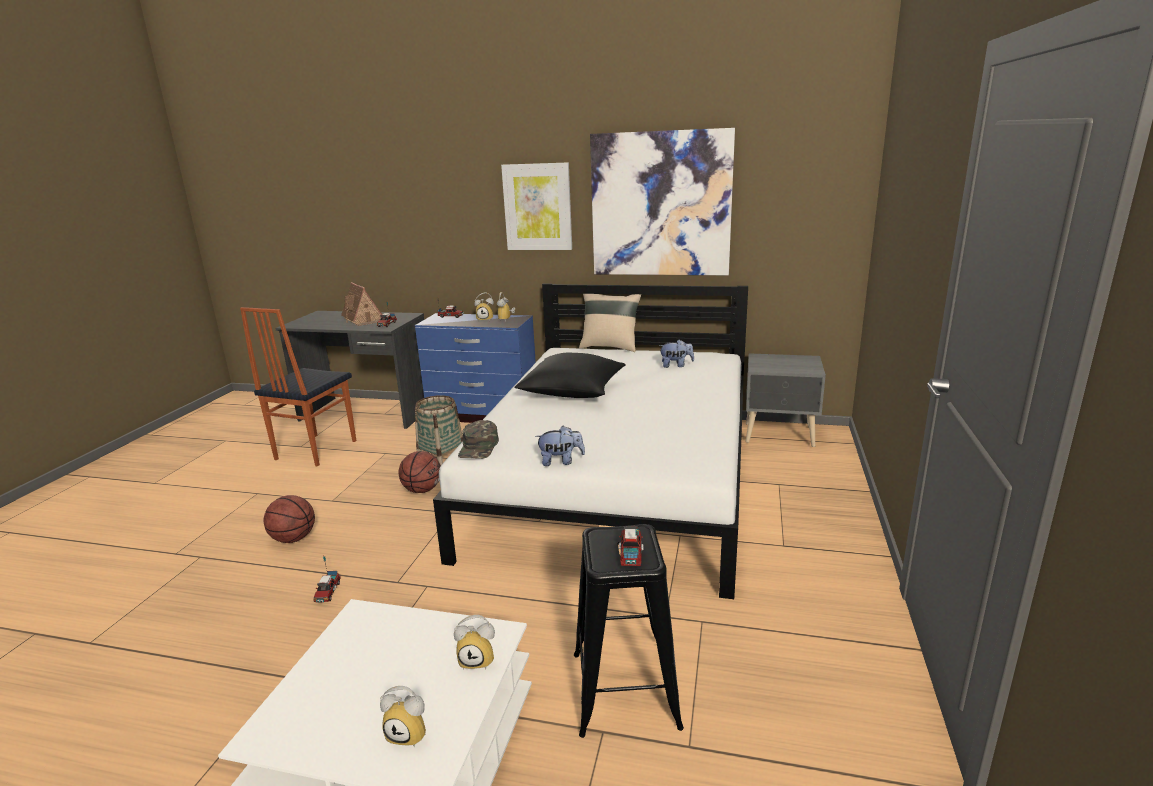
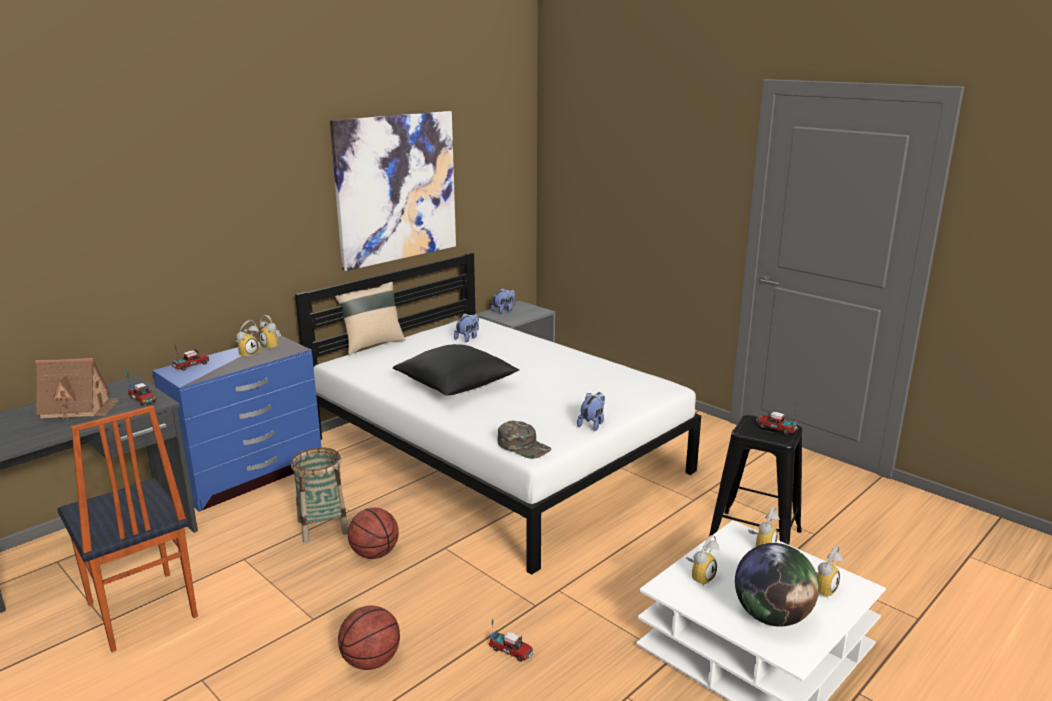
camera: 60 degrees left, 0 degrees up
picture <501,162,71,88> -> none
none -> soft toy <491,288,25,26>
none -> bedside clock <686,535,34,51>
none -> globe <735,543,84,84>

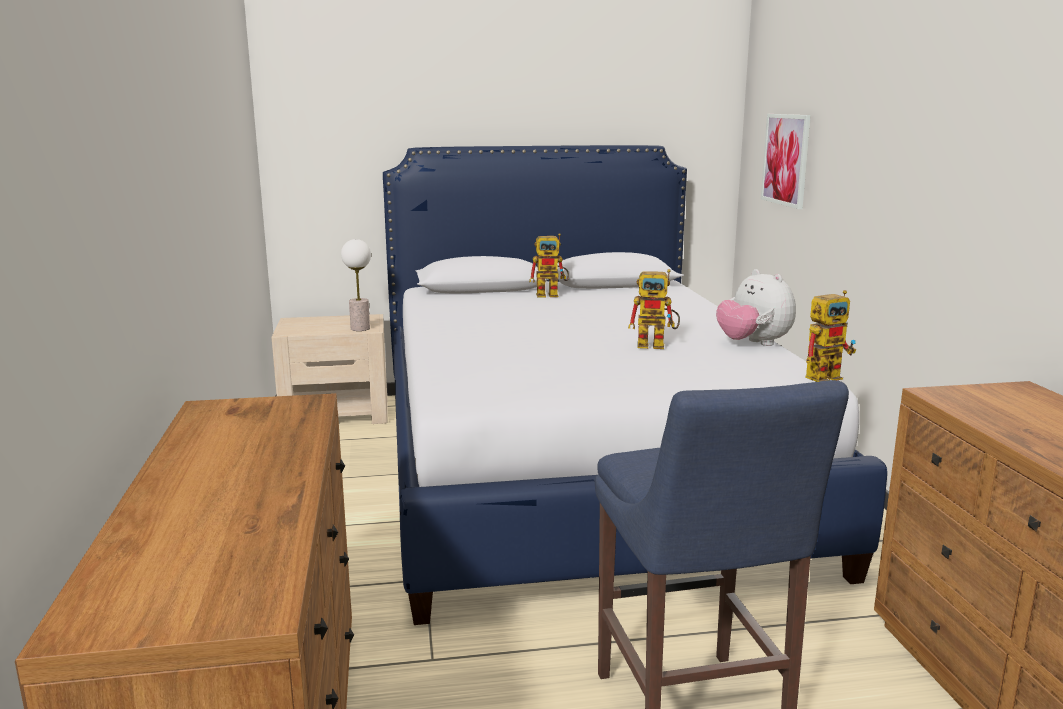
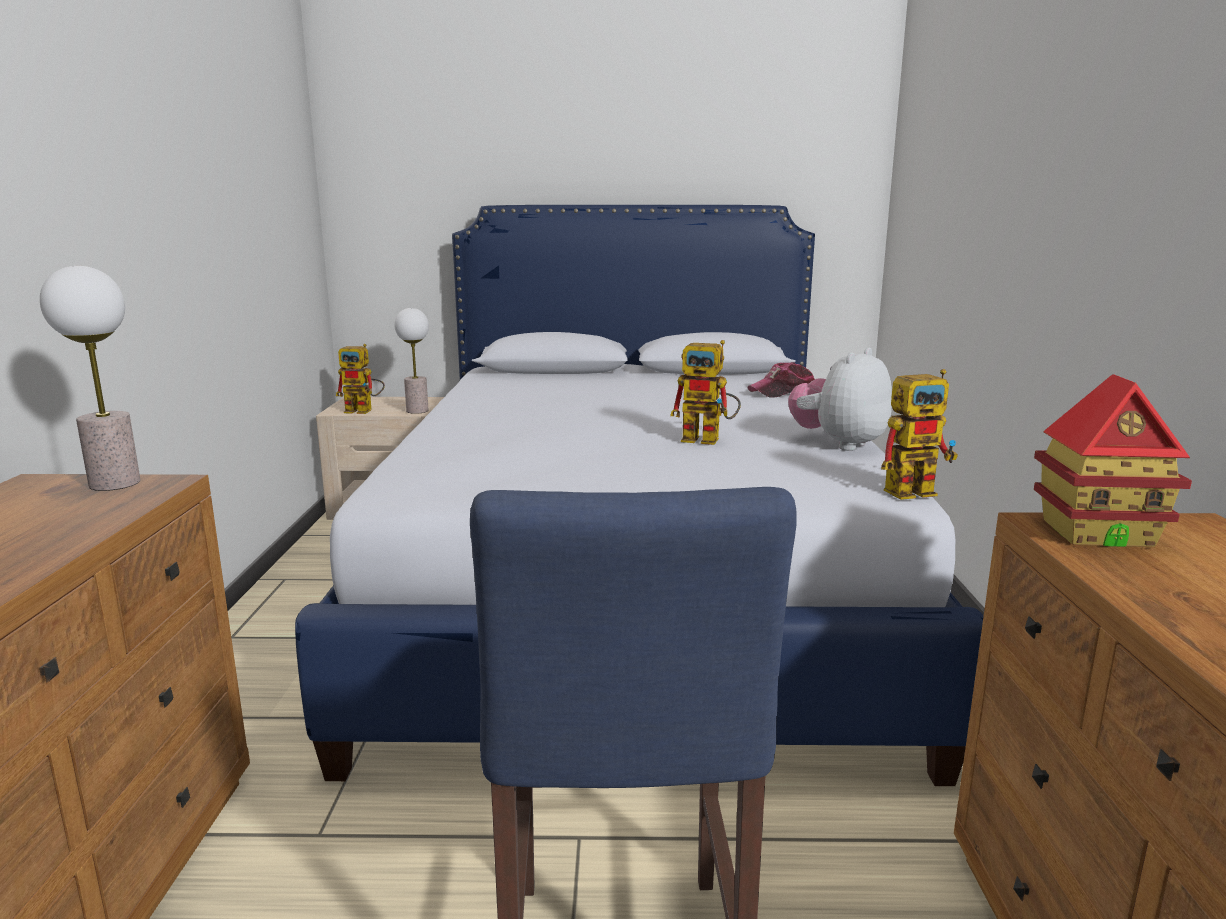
camera: 10 degrees right, 0 degrees up
robot figure <529,233,40,65> -> robot figure <336,344,49,70>, move
soft toy <716,269,80,77> -> soft toy <788,347,104,104>, 60 degrees clockwise
picture <761,114,50,95> -> none
none -> lamp for a table <40,266,101,225>
none -> cap <747,362,68,36>
none -> toy house <1034,374,158,173>

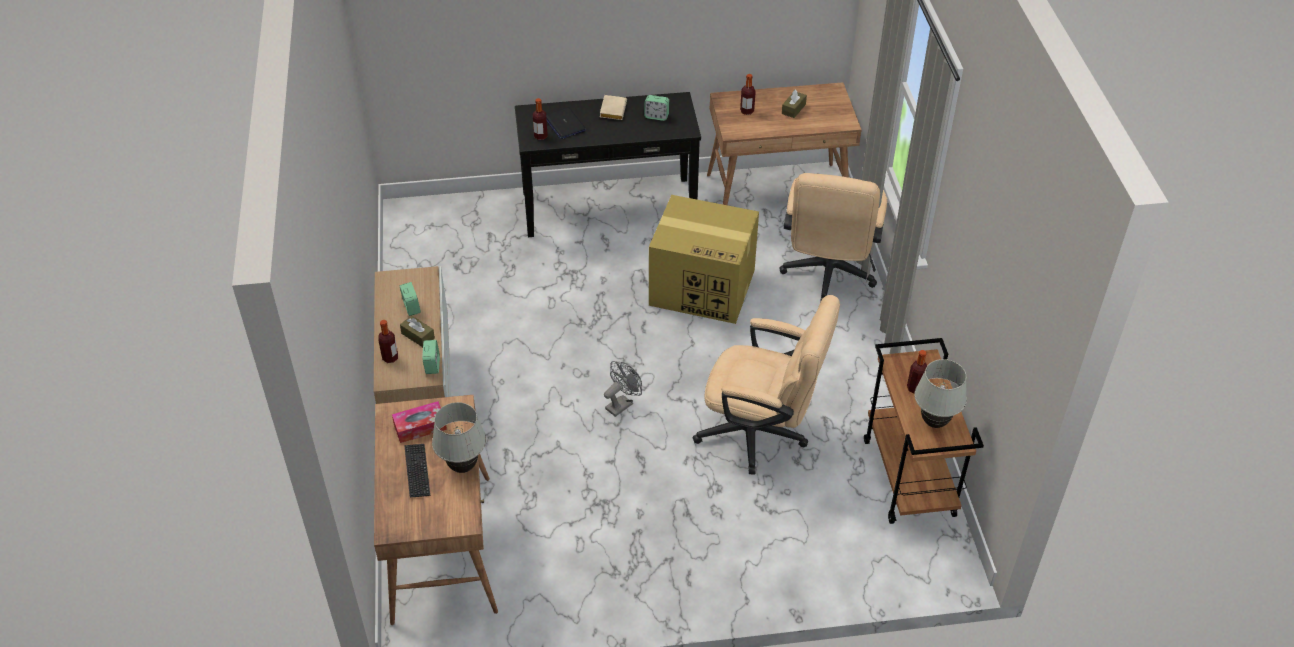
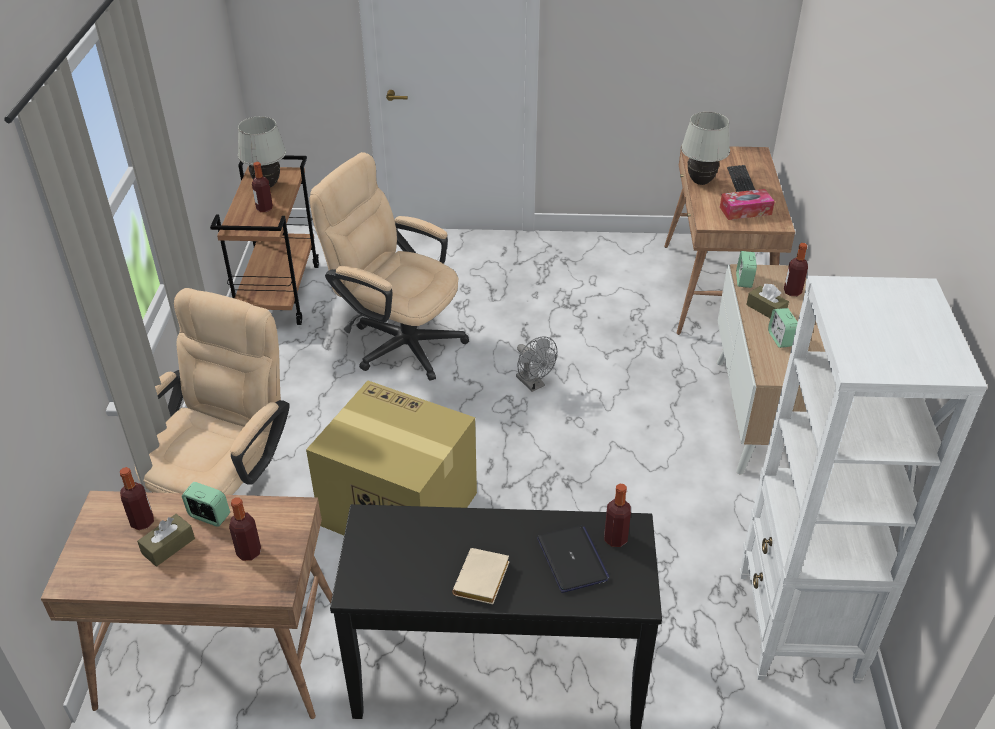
camera: 170 degrees left, 5 degrees down
gray electric fan <604,361,38,56> -> gray electric fan <516,336,41,56>, 90 degrees counterclockwise
bedside clock <644,95,25,26> -> bedside clock <182,482,48,45>, move
none -> drink bottle <120,467,34,63>
none -> white-coloured shelving unit <740,276,247,408>

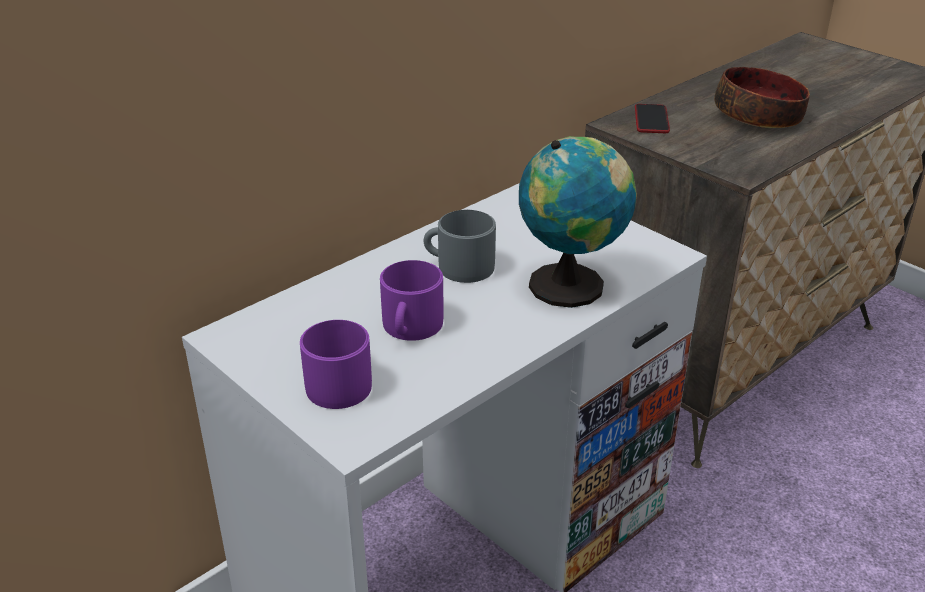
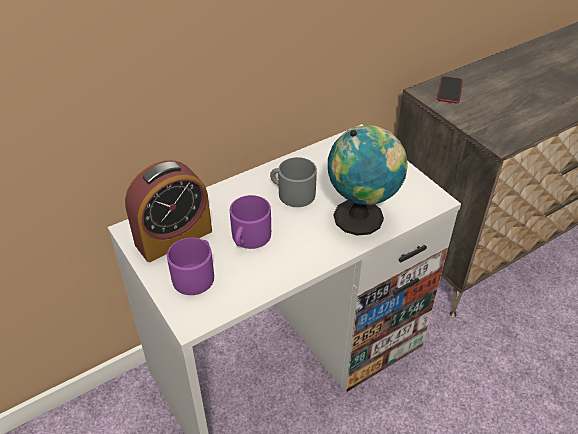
camera: 10 degrees right, 10 degrees up
deep dish <714,67,96,61> -> none
none -> bedside clock <125,160,87,102>

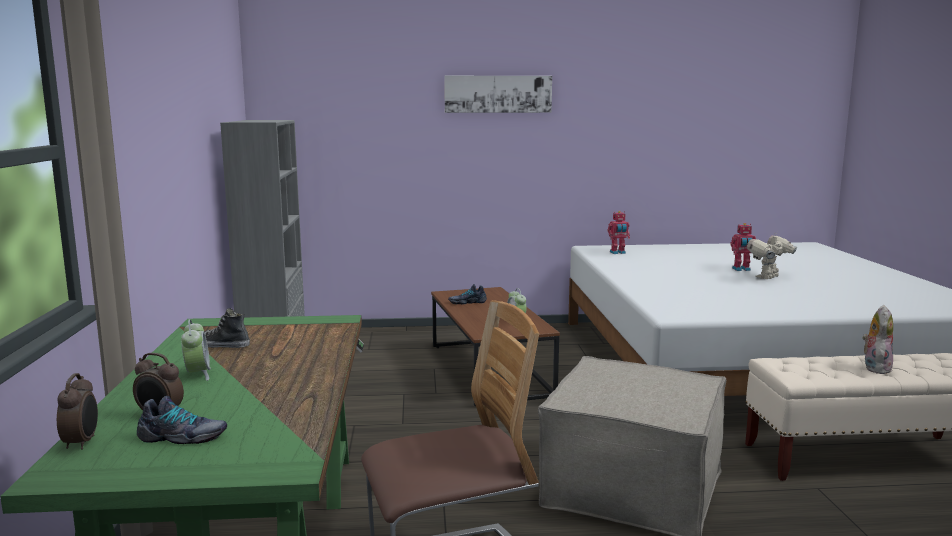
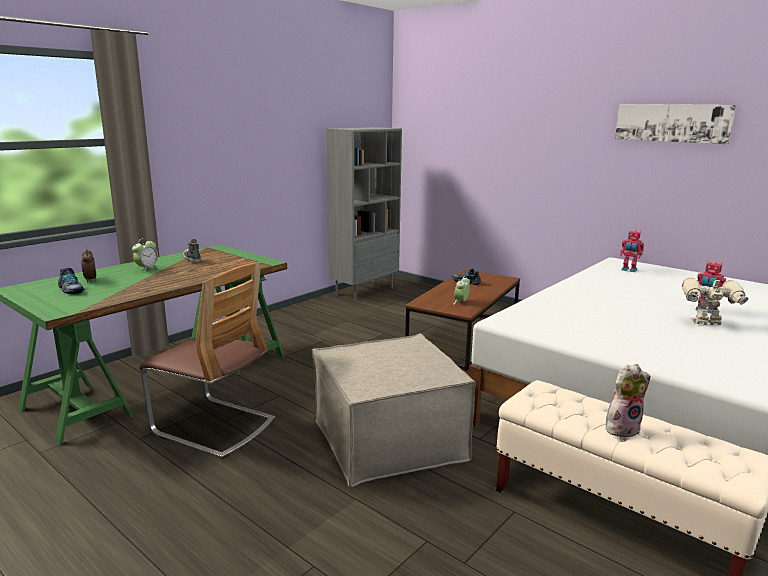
camera: 45 degrees right, 5 degrees up
bedside clock <57,373,41,77> -> none
picture <444,76,108,37> -> picture <615,104,121,40>, move

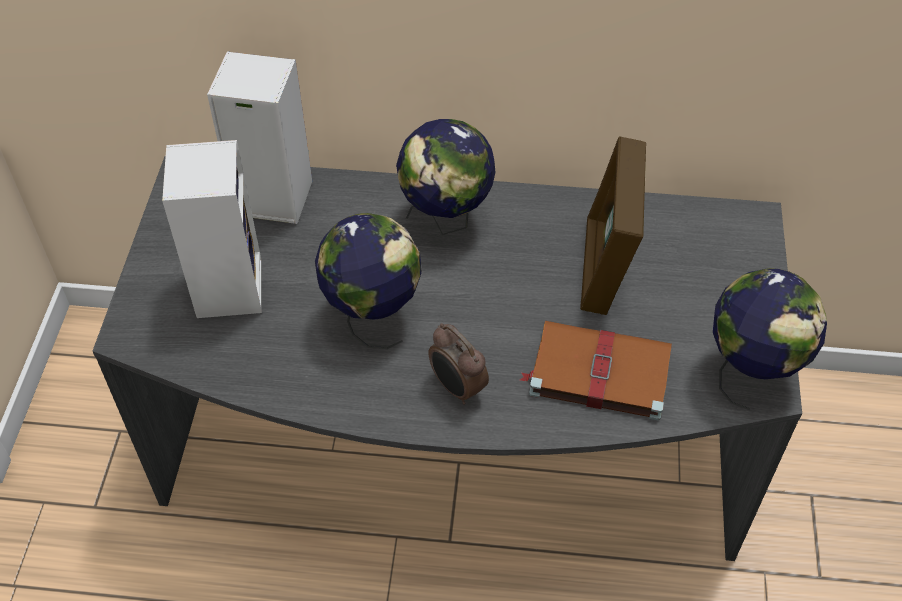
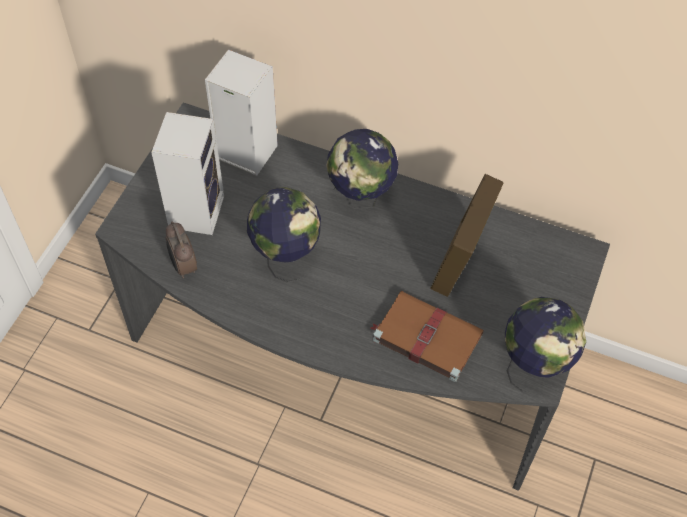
camera: 15 degrees right, 5 degrees up
bedside clock <428,323,61,82> -> bedside clock <166,221,31,57>, move

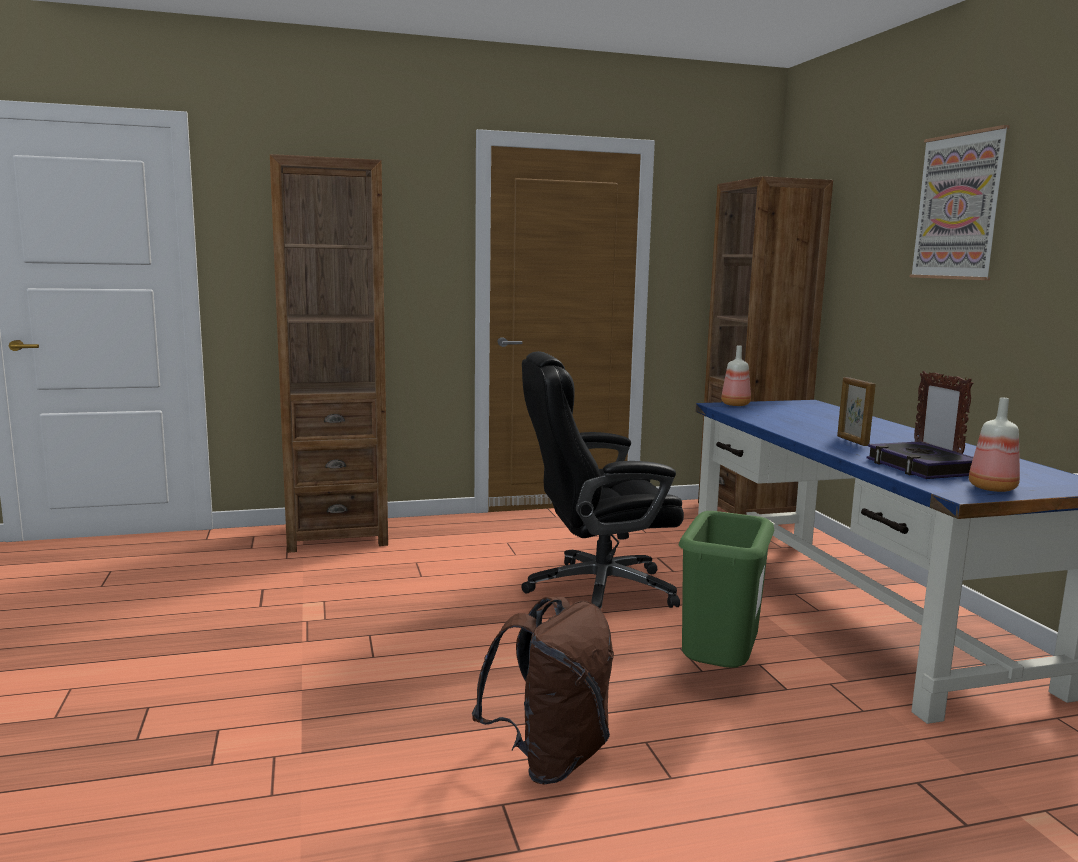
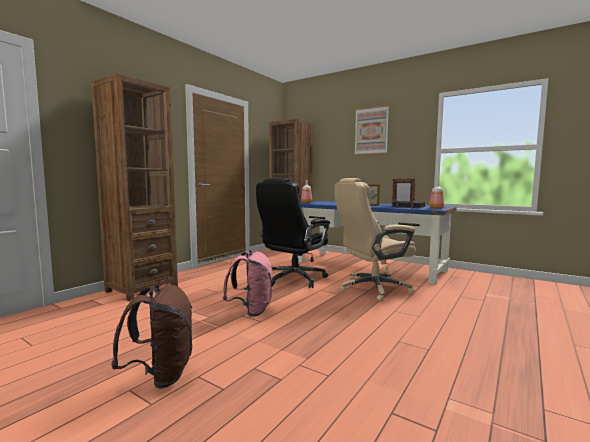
camera: 40 degrees left, 5 degrees down
brownish knapsack <472,597,142,187> -> brownish knapsack <111,284,82,105>, move
greenish rubbish bin <679,511,96,157> -> beige-coloured computer chair <335,178,81,124>
none -> pink-coloured knapsack <223,250,50,67>

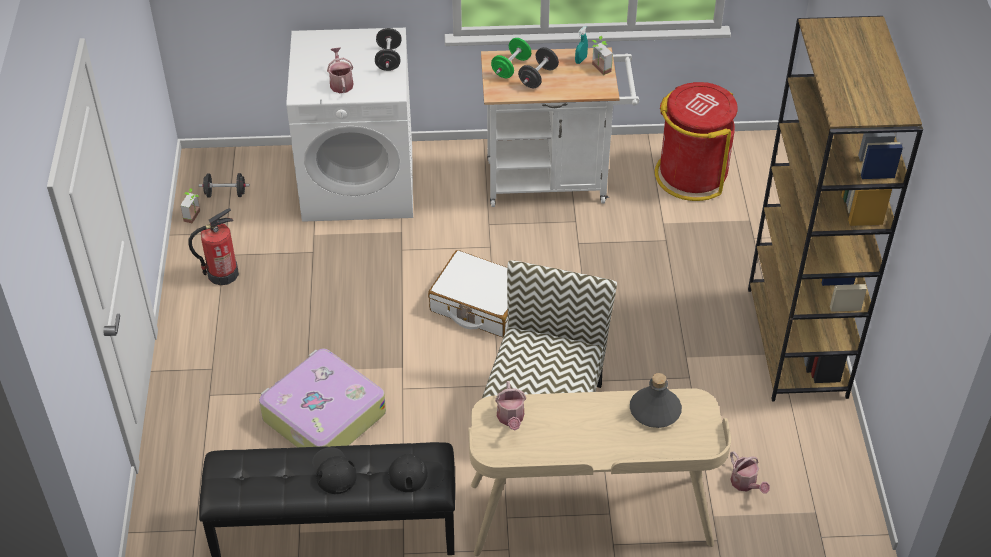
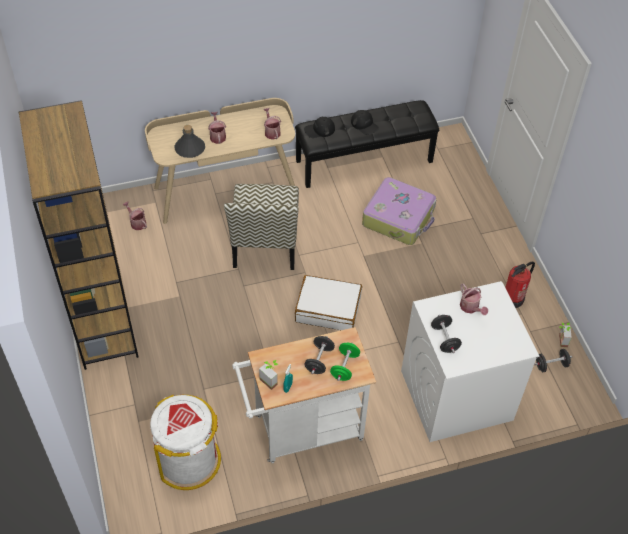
camera: 165 degrees right, 5 degrees up
red rubbish bin <655,82,83,119> -> white-coloured rubbish bin <150,395,71,95>
none -> watering can <208,112,18,32>

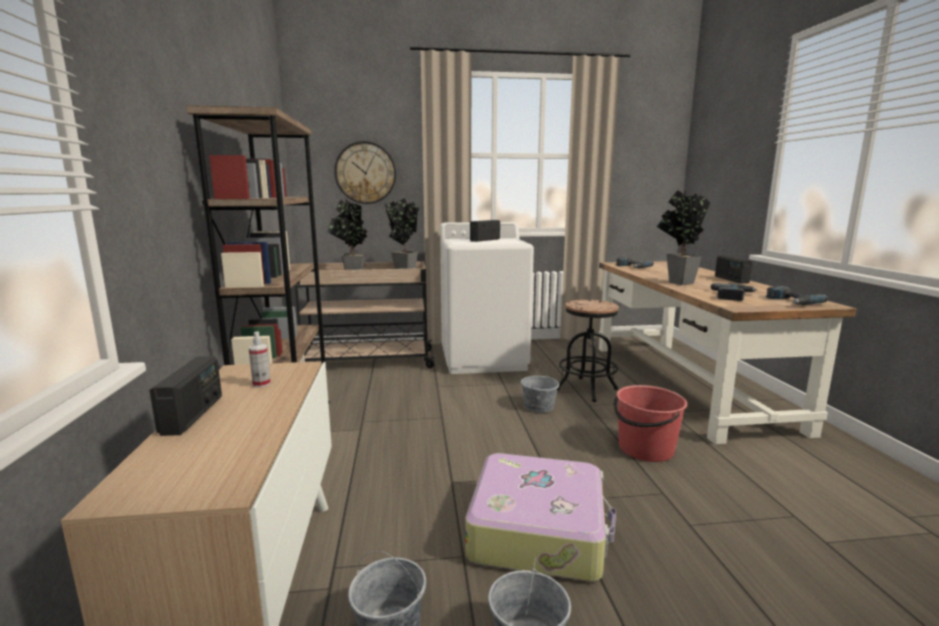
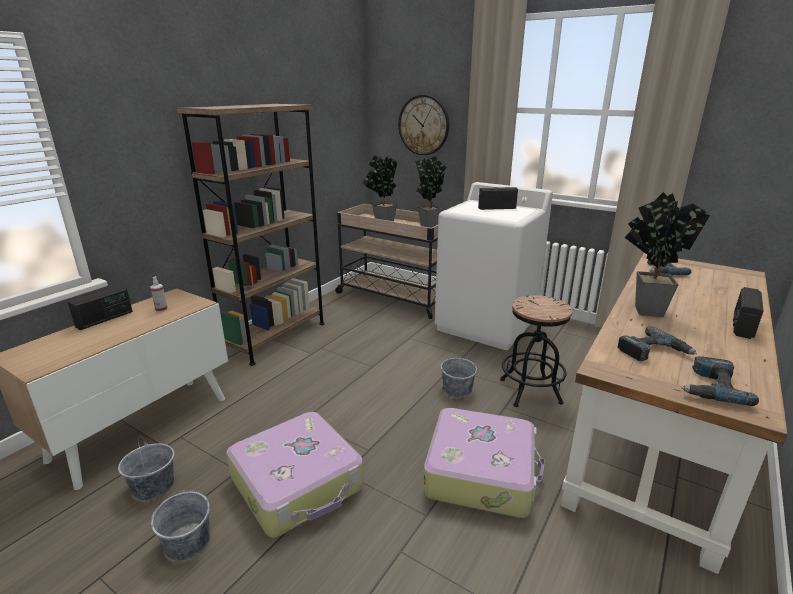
camera: 40 degrees right, 10 degrees up
red pail <614,385,73,77> -> piece of luggage <423,408,122,110>

